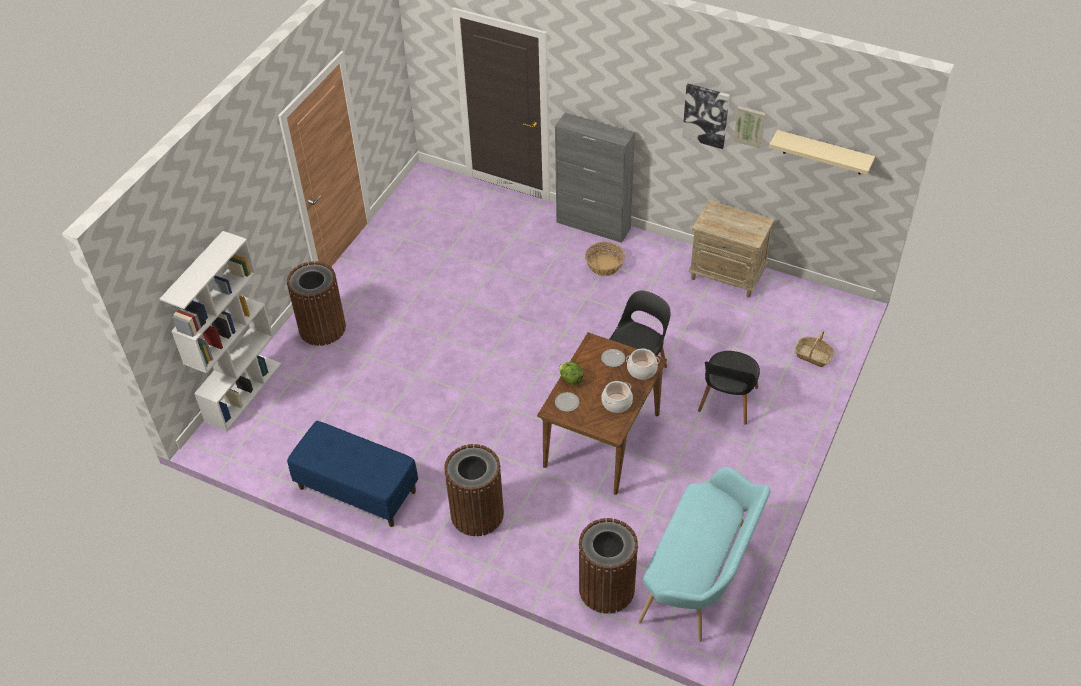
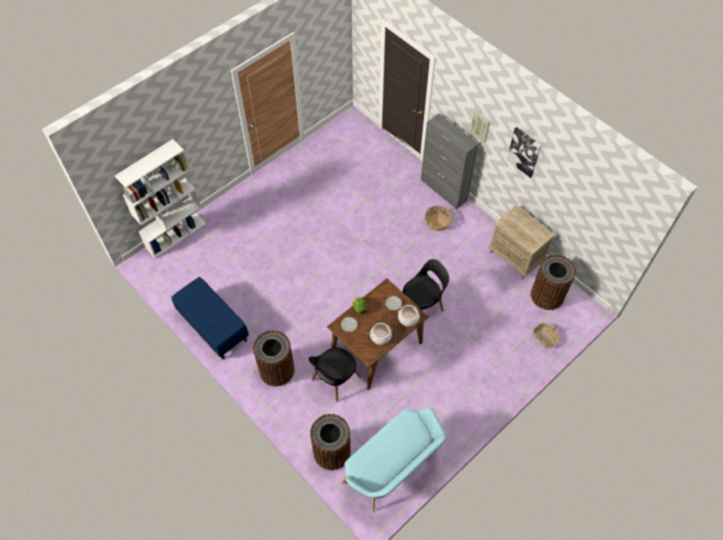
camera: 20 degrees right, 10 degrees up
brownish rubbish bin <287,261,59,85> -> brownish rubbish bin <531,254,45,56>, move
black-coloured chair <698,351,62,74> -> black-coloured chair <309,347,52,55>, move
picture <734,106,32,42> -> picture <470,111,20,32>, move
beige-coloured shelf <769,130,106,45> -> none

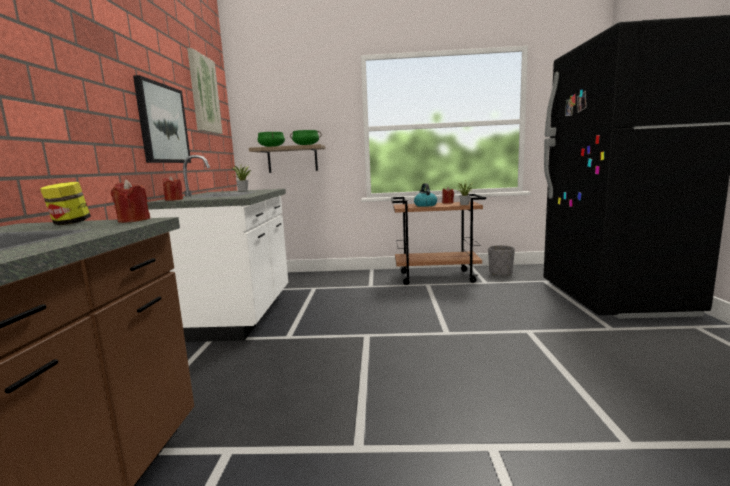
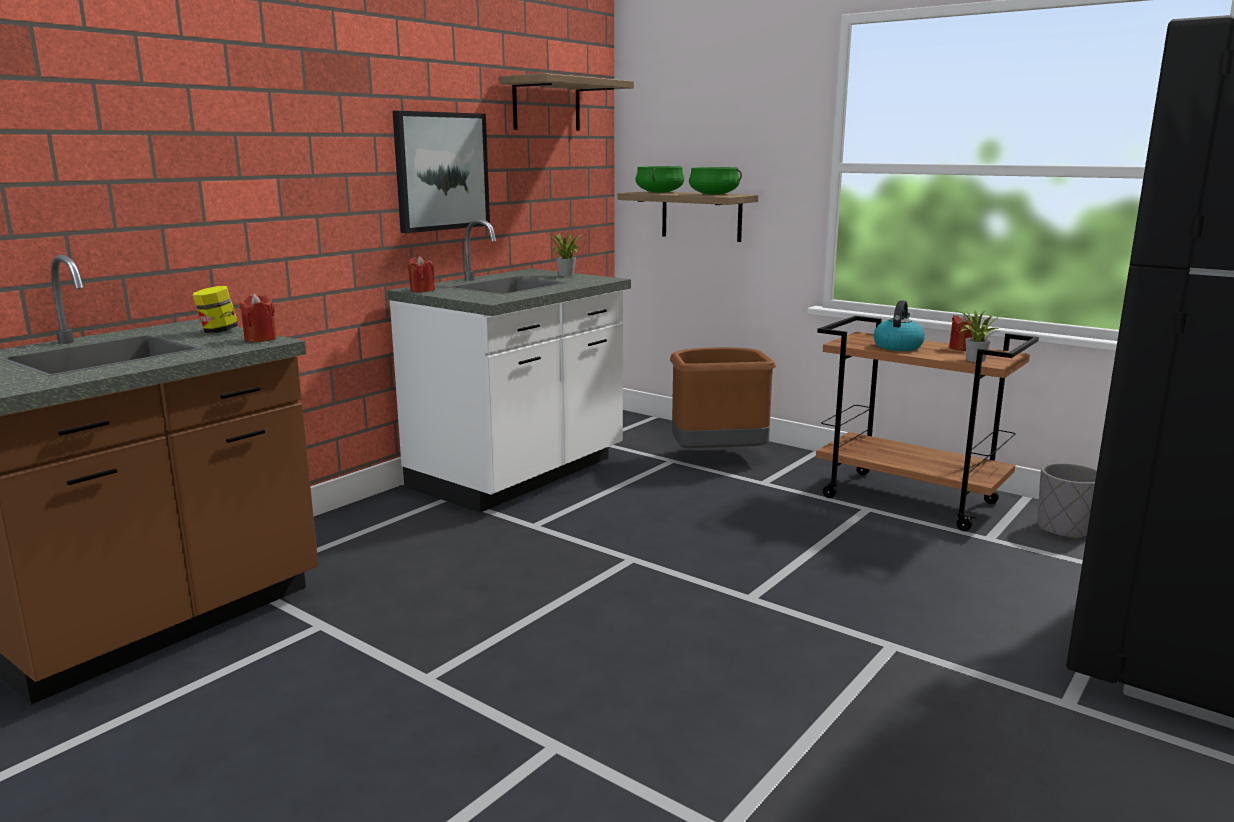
camera: 35 degrees right, 5 degrees up
picture <187,48,36,86> -> shelf <499,73,135,58>
none -> brownish rubbish bin <670,347,106,101>

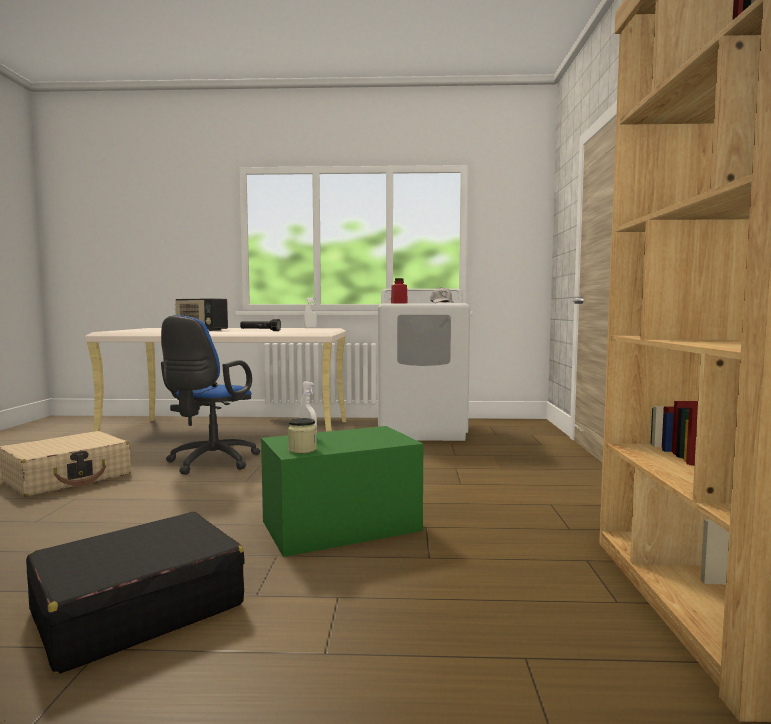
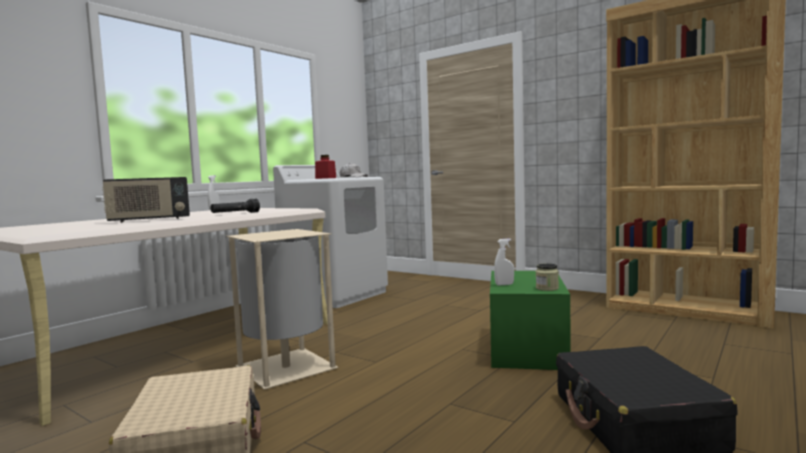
camera: 55 degrees left, 0 degrees up
blue-coloured computer chair <161,315,99,160> -> beige-coloured rubbish bin <226,229,113,160>

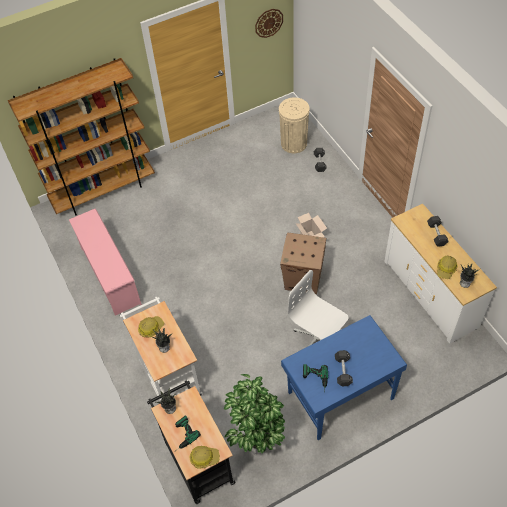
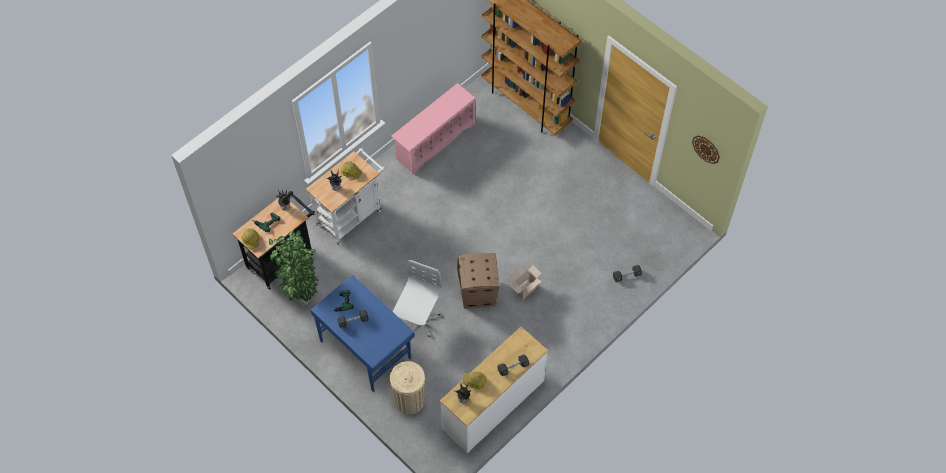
camera: 70 degrees right, 5 degrees up
beige-coloured rubbish bin <279,98,31,55> -> beige-coloured rubbish bin <390,361,36,53>, move

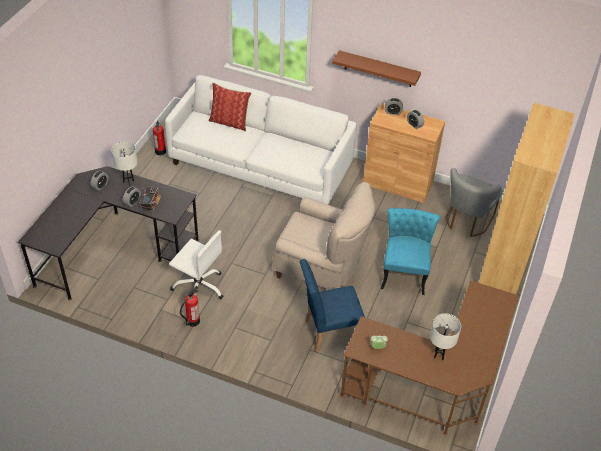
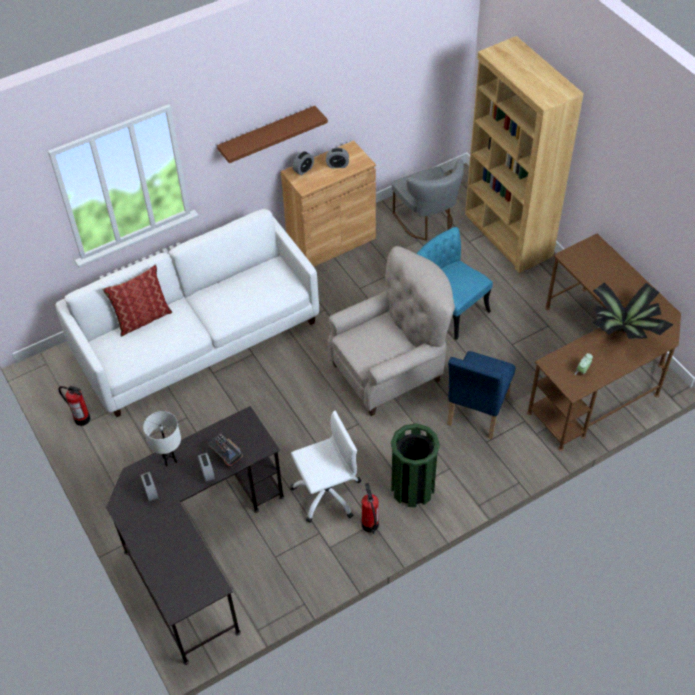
camera: 50 degrees left, 5 degrees up
white-coloured lamp for a table <430,313,31,47> -> houseplant <593,282,81,57>
none -> greenish rubbish bin <391,423,49,84>

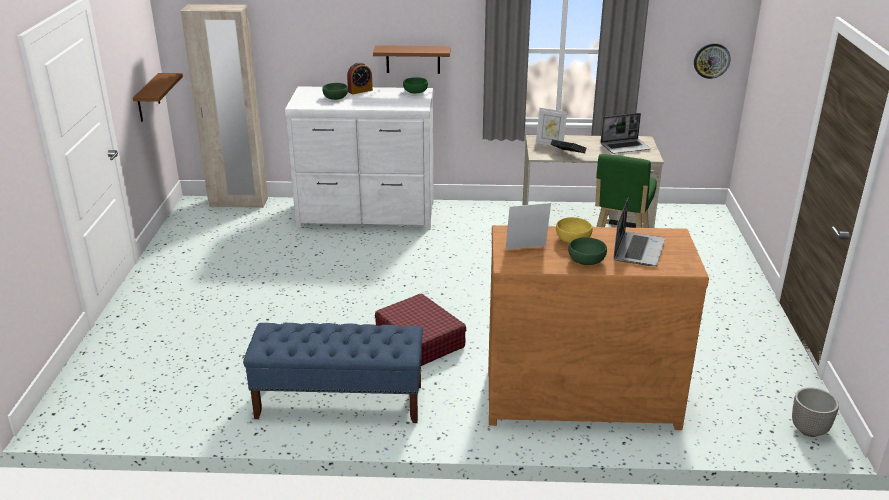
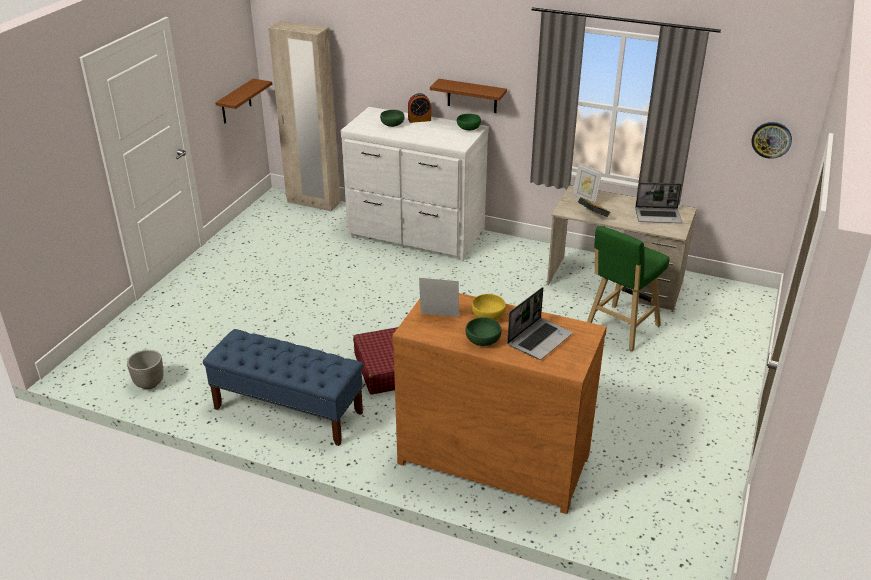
camera: 20 degrees right, 5 degrees up
plant pot <792,387,47,50> -> plant pot <127,350,37,39>, move

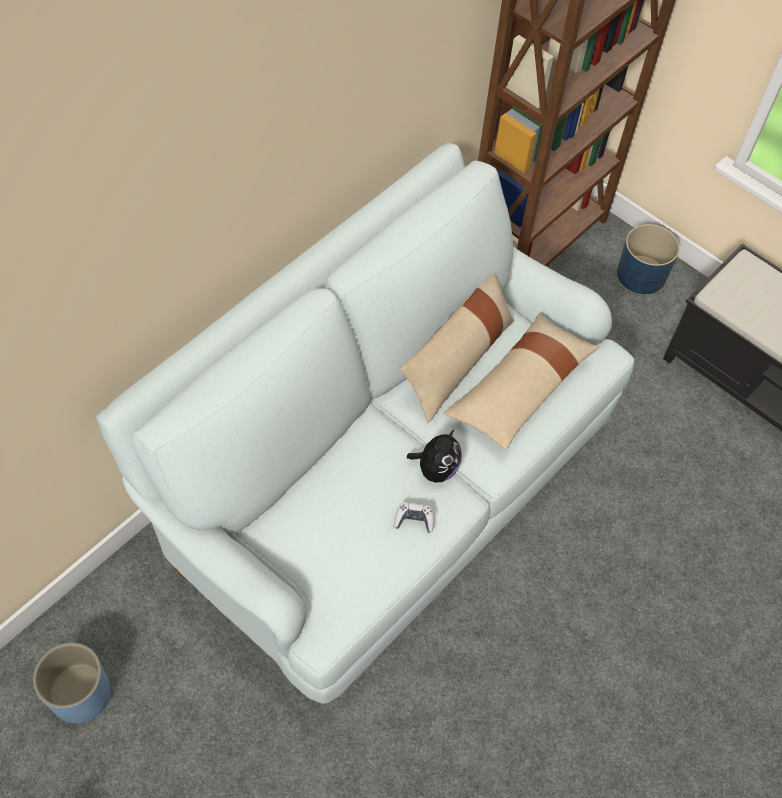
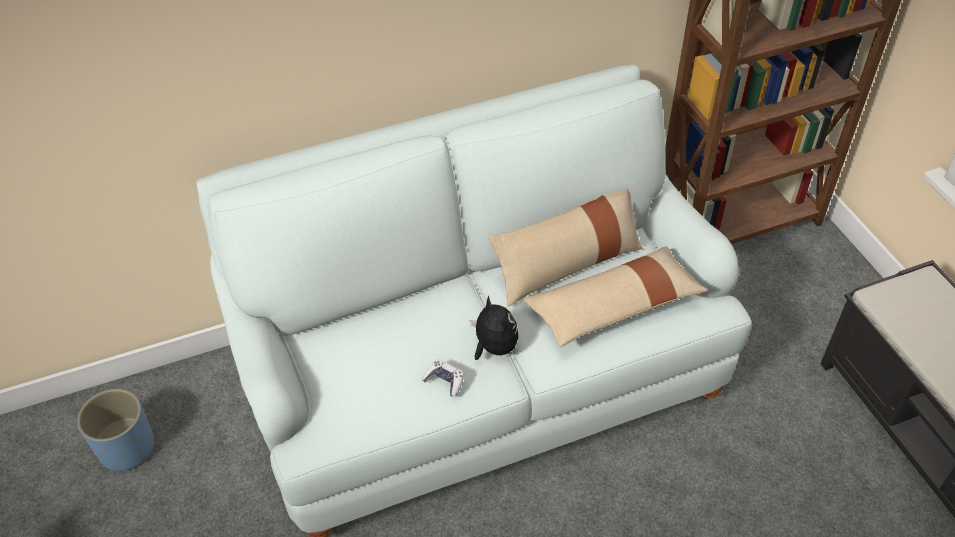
camera: 30 degrees right, 10 degrees down
soft toy <407,430,54,53> -> soft toy <470,295,48,65>, 90 degrees counterclockwise
blue-coloured plant pot <617,224,63,70> -> none

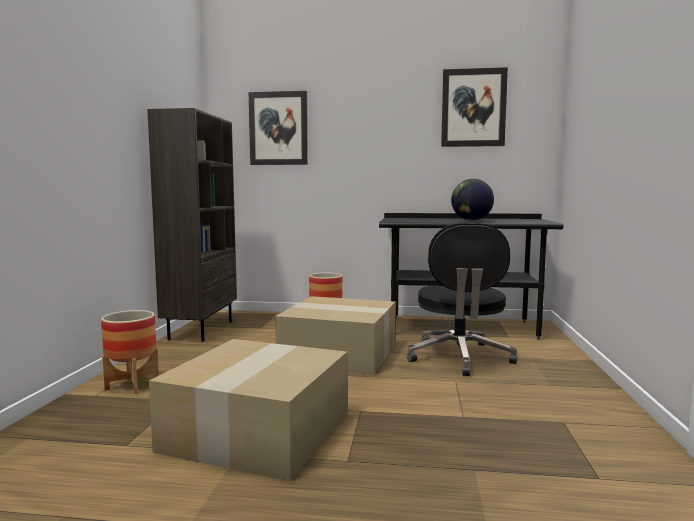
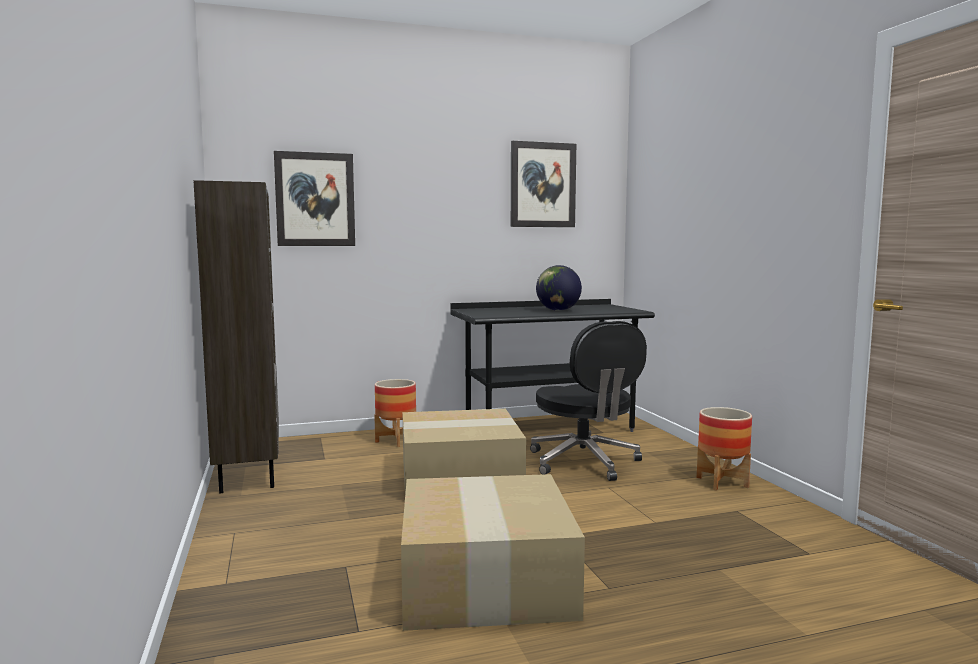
camera: 25 degrees left, 0 degrees up
plant pot <101,310,58,84> -> plant pot <697,407,55,84>, move

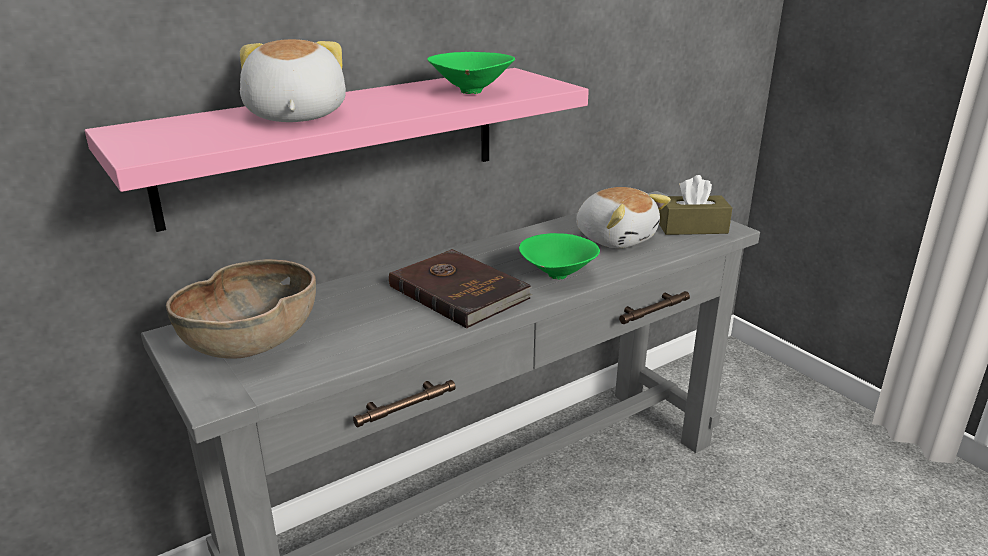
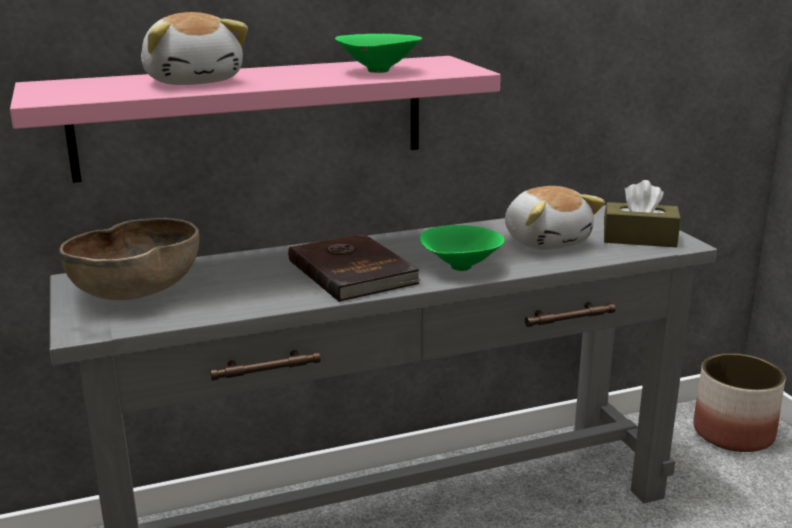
camera: 15 degrees right, 5 degrees down
soft toy <240,39,106,83> -> soft toy <141,12,107,73>, 150 degrees clockwise
none -> plant pot <694,353,91,99>

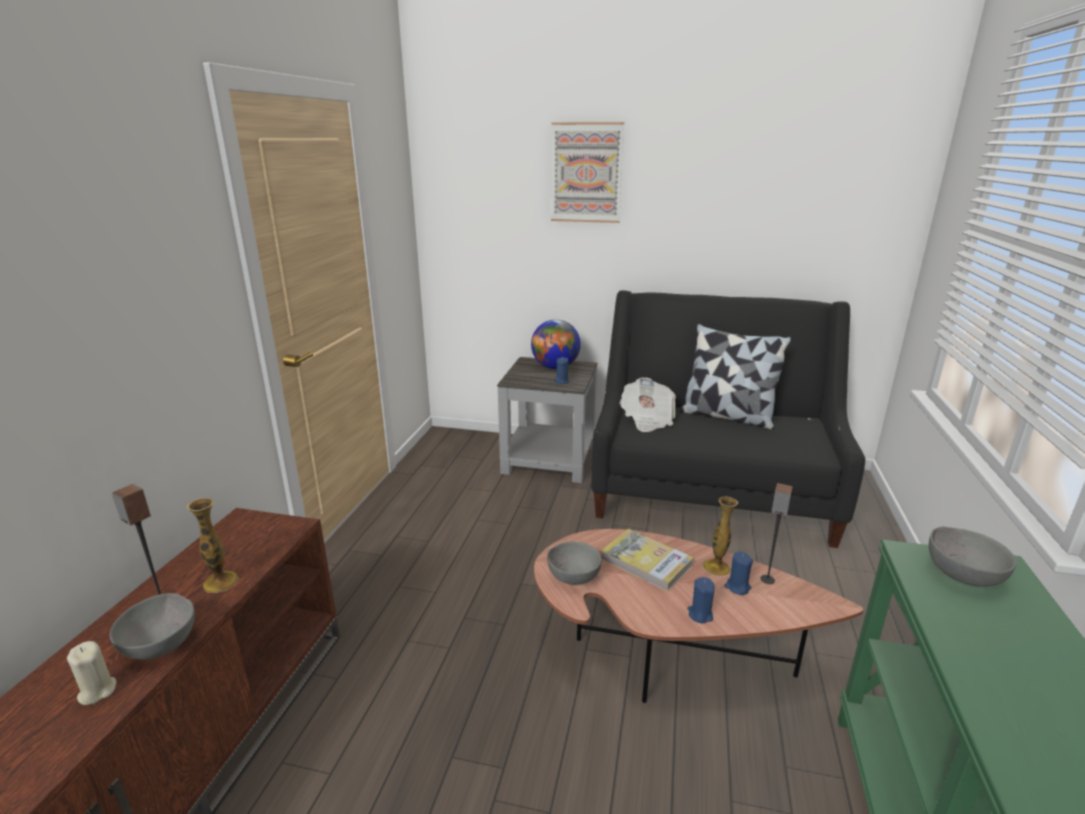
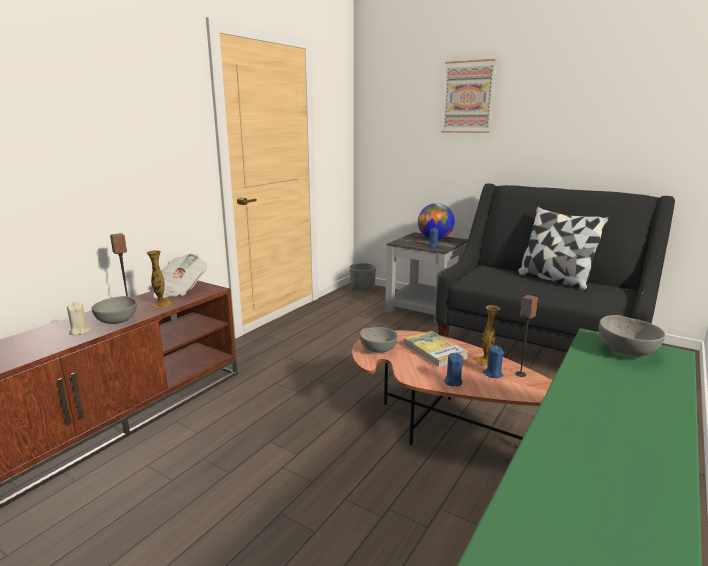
camera: 20 degrees right, 5 degrees down
newspaper <620,378,56,54> -> newspaper <153,254,54,44>, move
none -> gray plant pot <349,263,27,28>

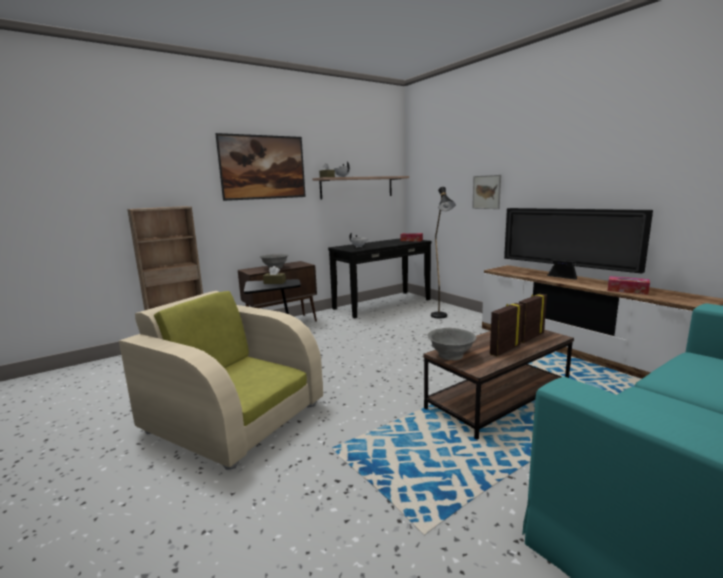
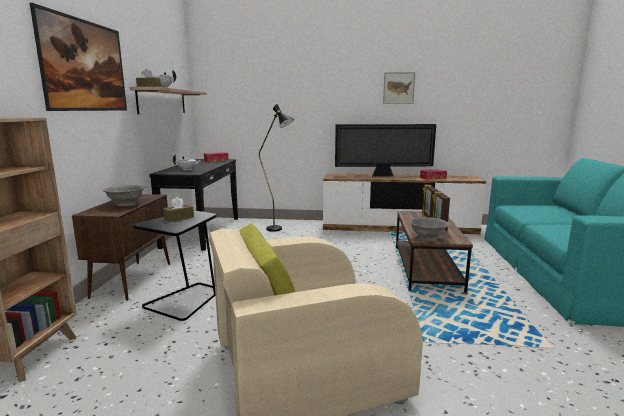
camera: 50 degrees left, 0 degrees up
picture <472,175,29,34> -> picture <383,72,32,32>, move

